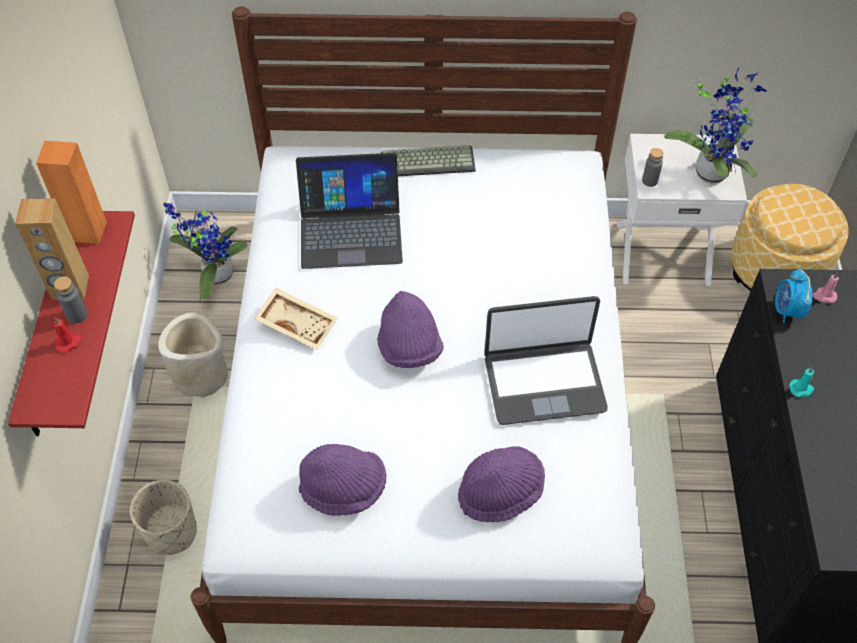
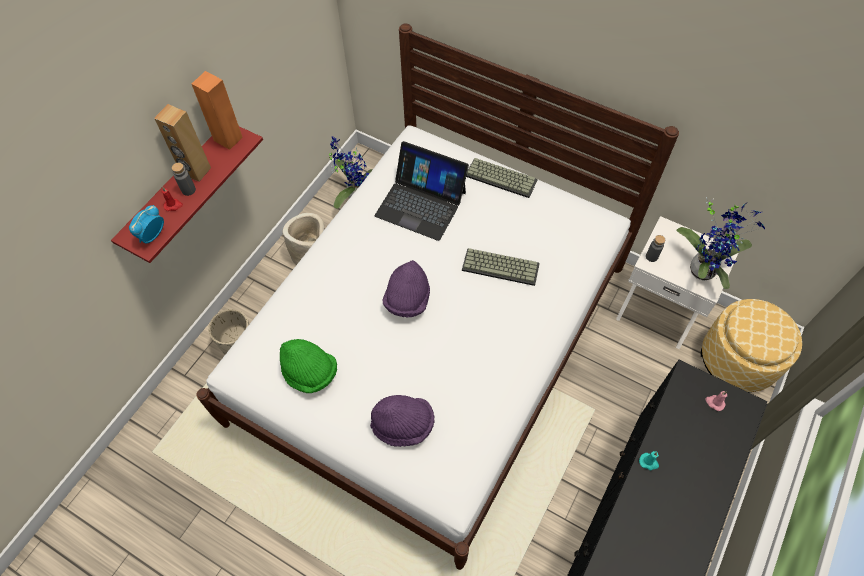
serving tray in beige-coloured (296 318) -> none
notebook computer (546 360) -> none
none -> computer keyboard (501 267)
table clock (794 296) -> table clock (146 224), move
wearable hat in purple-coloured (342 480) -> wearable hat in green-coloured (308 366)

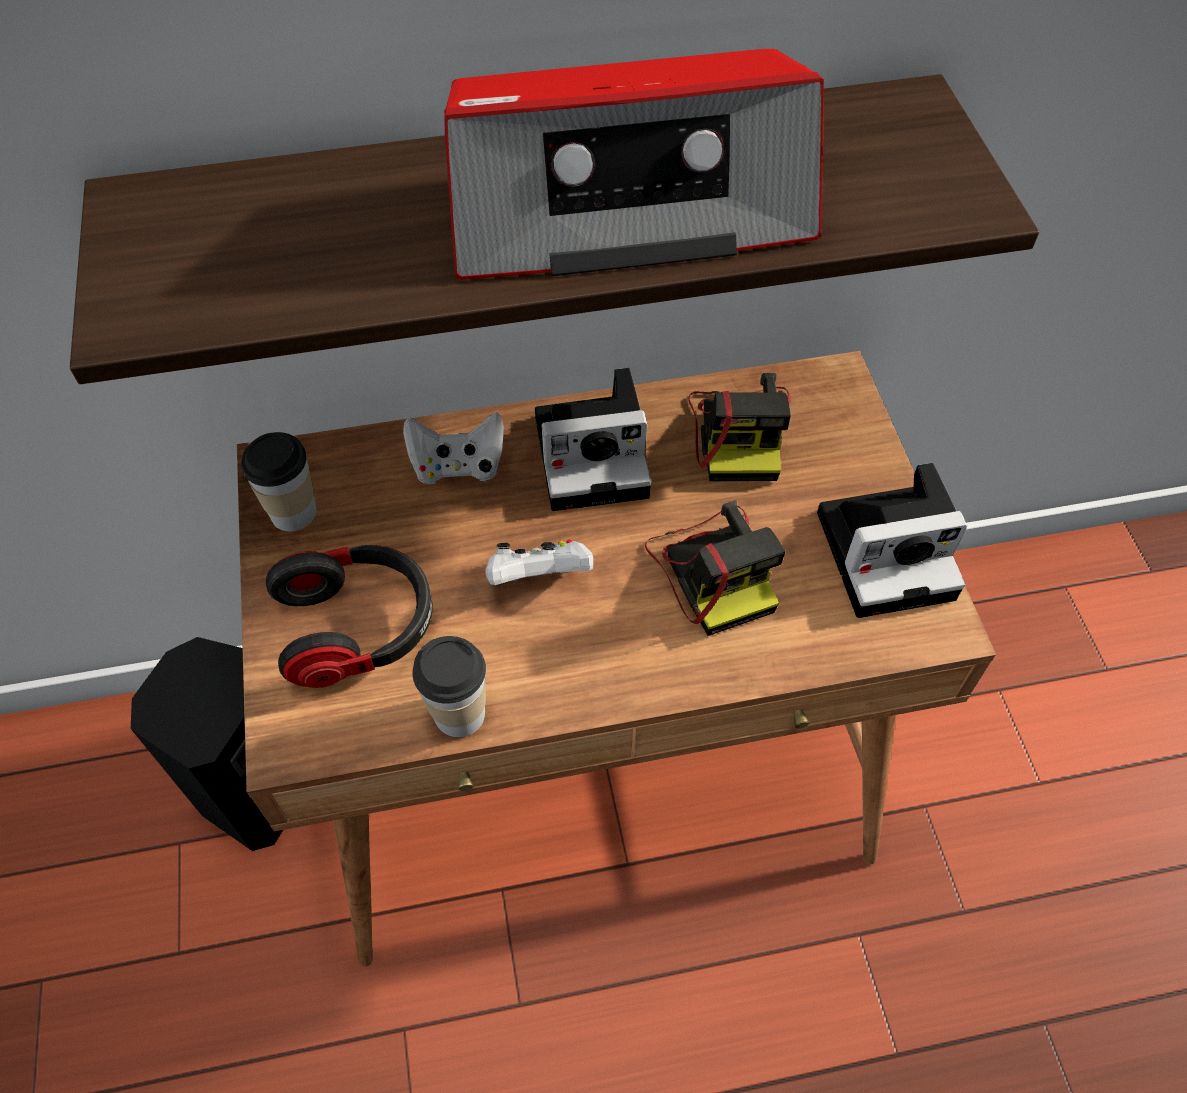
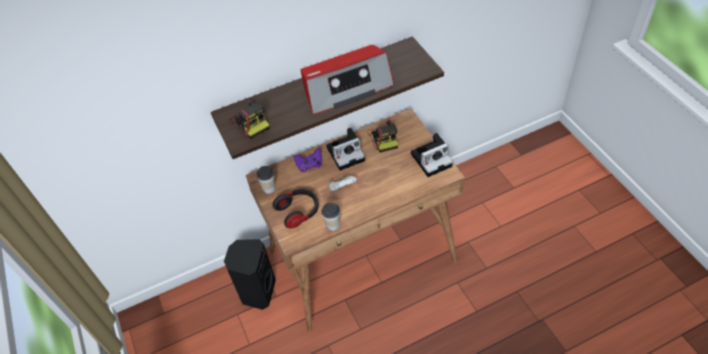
still camera (715 568) -> still camera (249 119), move
game controller in white (453 448) -> game controller in purple-coloured (308 160)

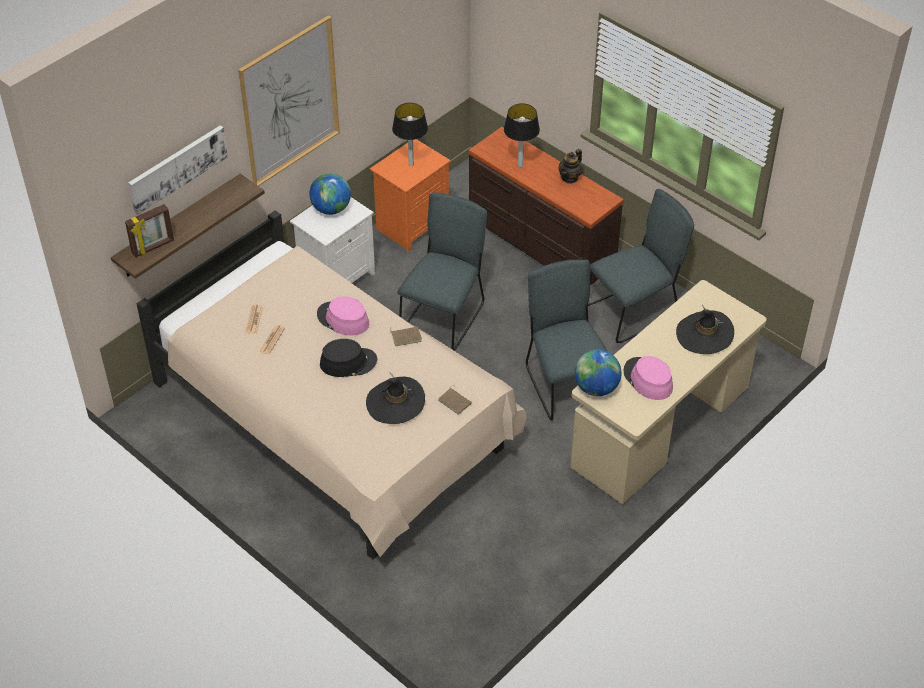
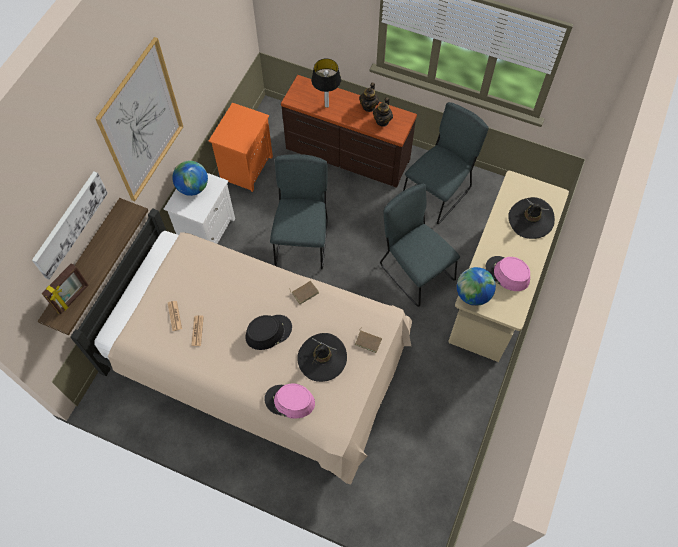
table lamp (410 134) -> none
none -> tea pot (383 112)
wearable hat in pinkish (343 316) -> wearable hat in pinkish (289 400), move

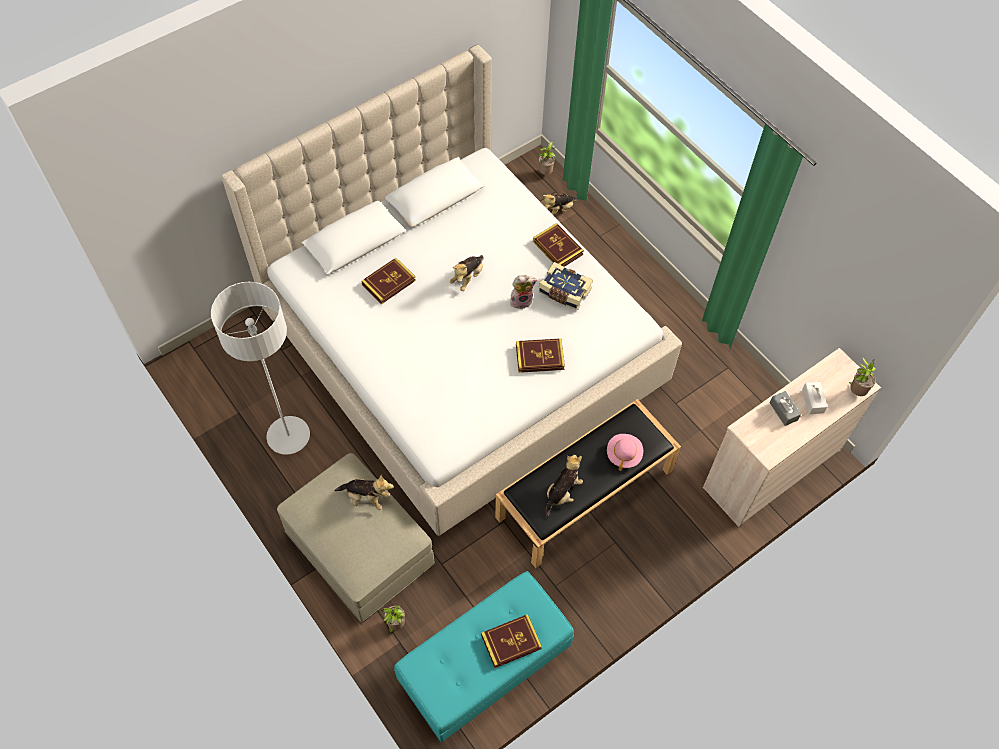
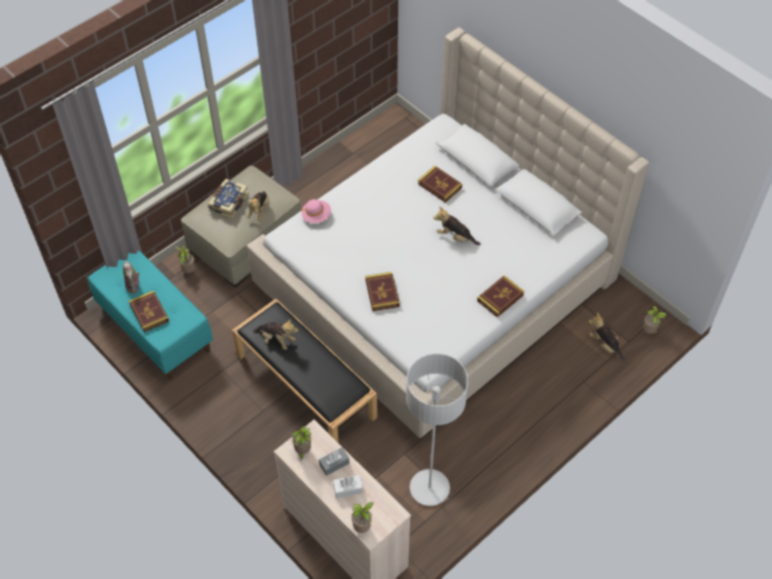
none -> houseplant (301 443)
standing lamp in greyish (260 368) -> standing lamp in greyish (437 429), move
soft toy (524 292) -> soft toy (131 277), move
bound book (565 286) -> bound book (228 199), move
wearable hat in pinkish (625 452) -> wearable hat in pinkish (316 211), move

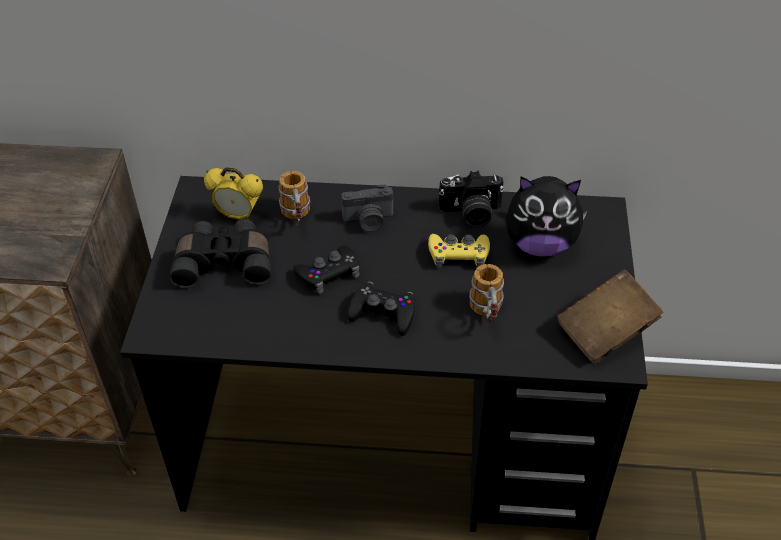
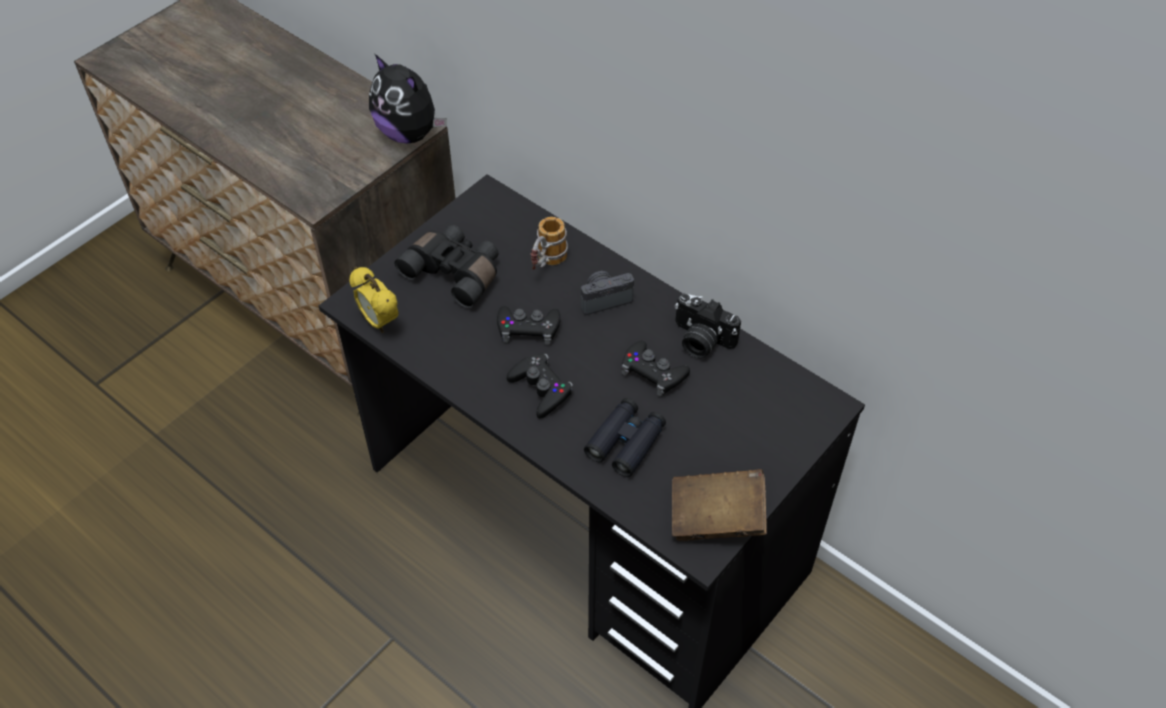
table clock (233 193) -> table clock (374 300), move
soft toy (546 216) -> soft toy (408 99), move
coffee mug (486 294) -> field glasses in black-coloured (625 437)
game controller in yellow-coloured (459 251) -> game controller in black-coloured (655 369)
still camera (367 208) -> still camera (607 293), 135 degrees clockwise

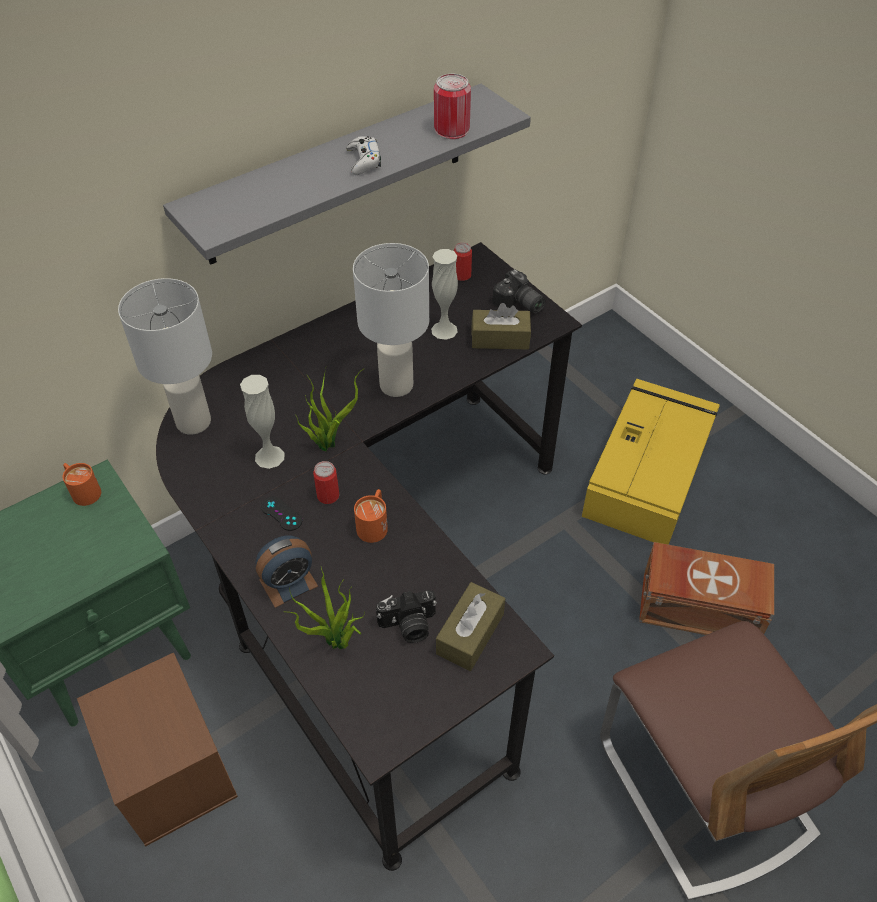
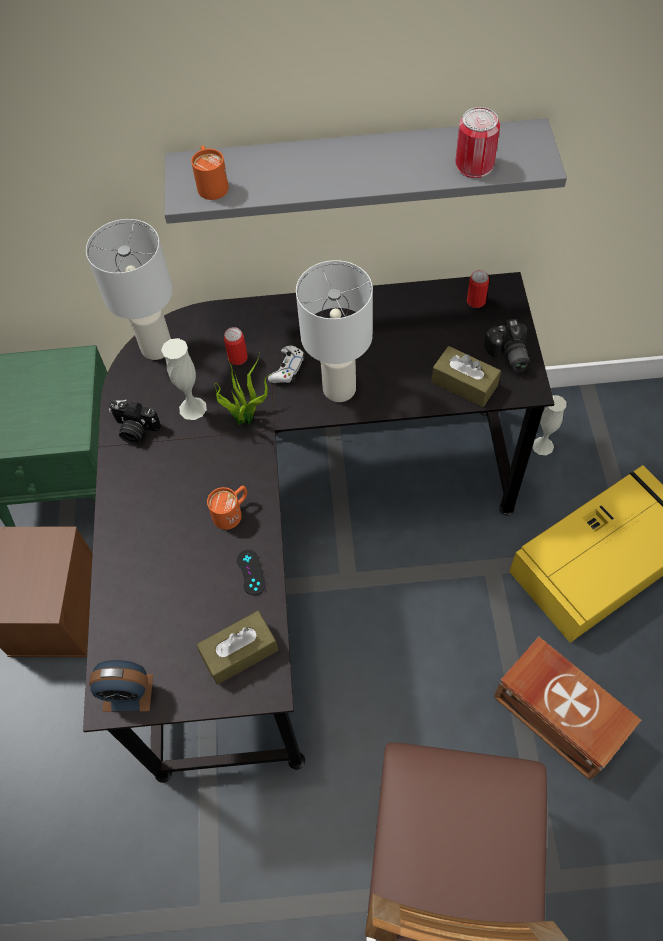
houseplant (327 608) -> none
coffee mug in orangey (82 484) -> coffee mug in orangey (210 172), move
table clock (287 571) -> table clock (121 686), move
game controller in black-coloured (281 514) -> game controller in black-coloured (251 572), move
metal can (326 482) -> metal can (236 346), move
game controller in white (363 155) -> game controller in white (286 364), move
still camera (406 616) -> still camera (135 422), move
flower vase in white (444 294) -> flower vase in white (549 425), move

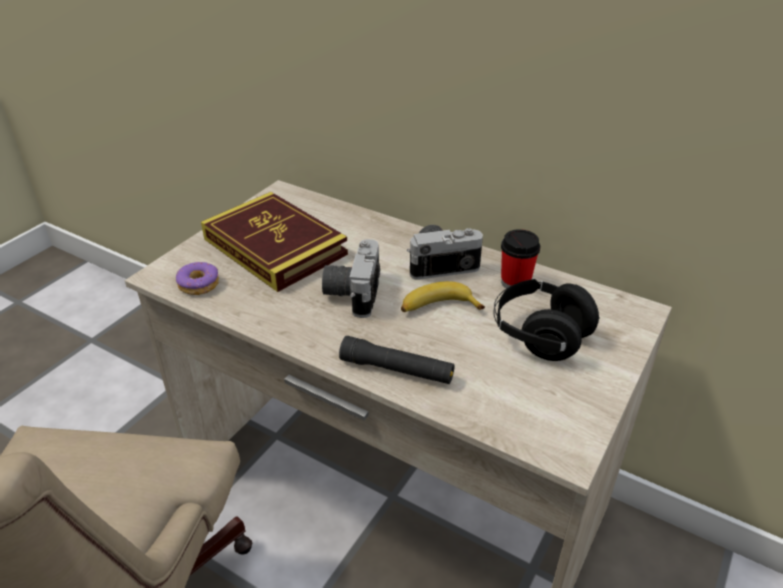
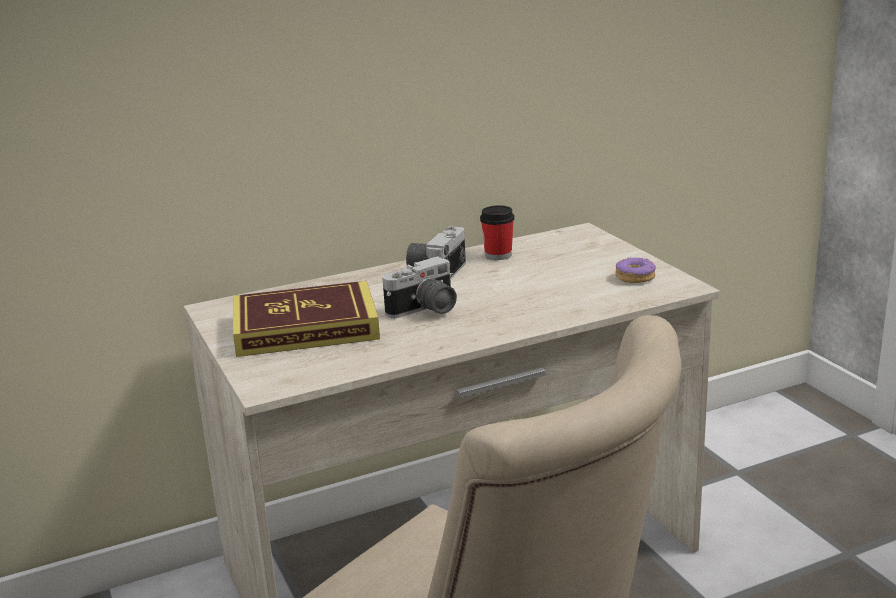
torch in black-coloured (397 360) -> none
whole banana (443 296) -> none
headset in black-coloured (547 320) -> none
doughnut (197 278) -> doughnut (635 270), move
still camera (351 278) -> still camera (419 287), 75 degrees counterclockwise

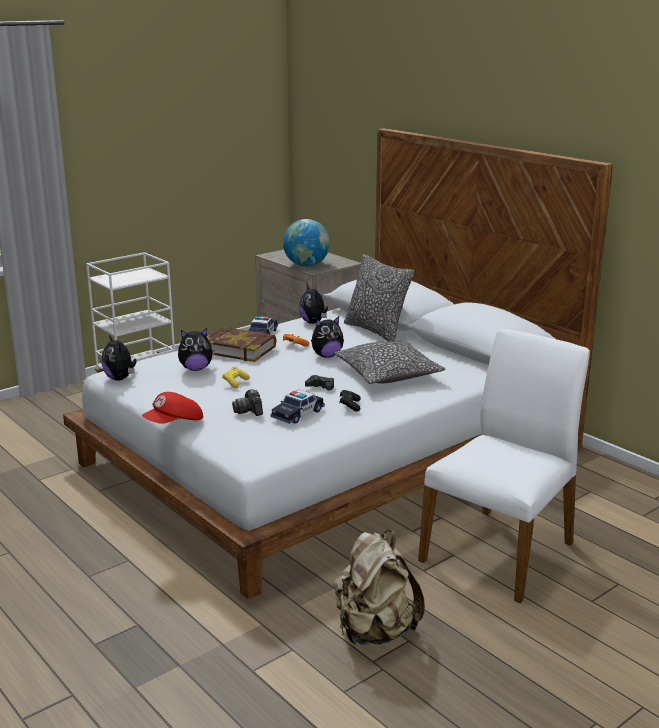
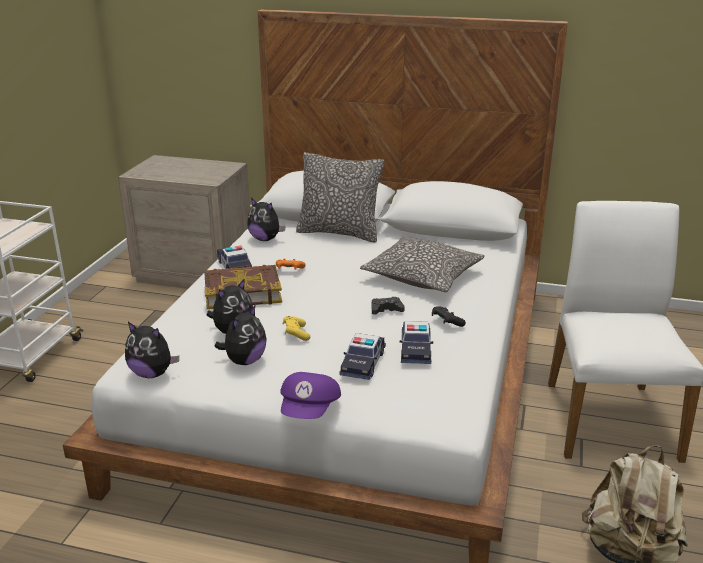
desk globe (306 243) -> none
soft toy (327 337) -> soft toy (241 334), move
still camera (247 402) -> miniature car (362 356)
peaked cap in red (172 408) -> peaked cap in purple-coloured (310 395)

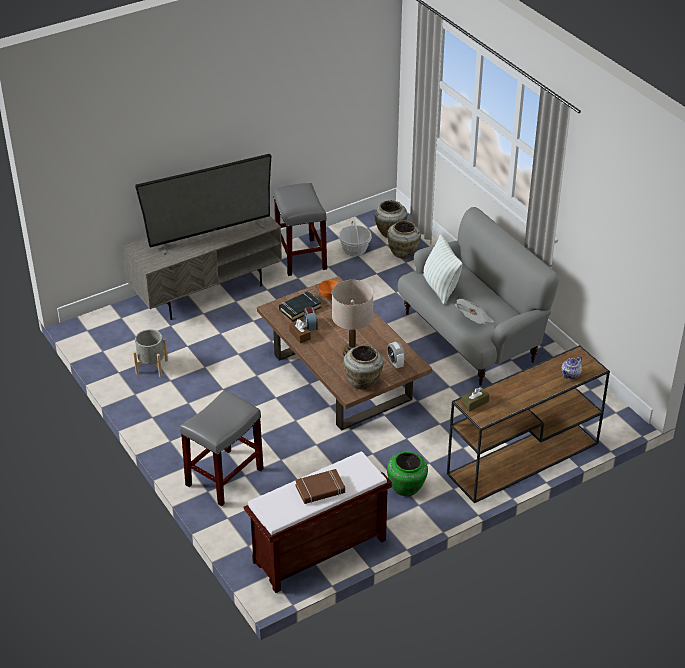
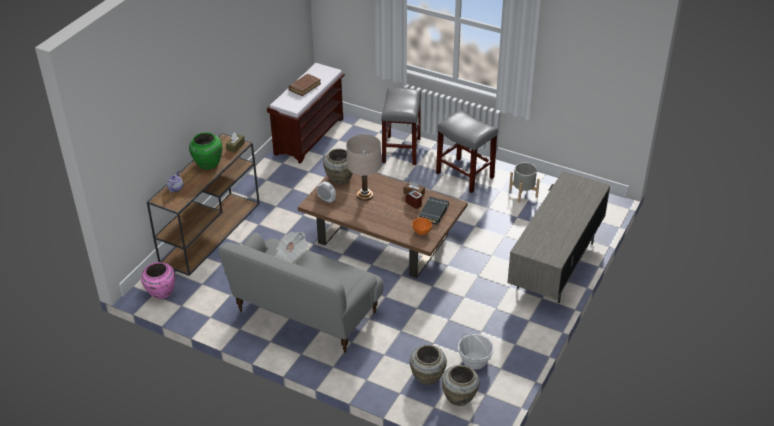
TV (203 204) -> none
pillow (443 270) -> none
none -> flower vase in pinkish (158 280)
stool in greyish (300 229) -> stool in greyish (467 151), move
flower vase in green-coloured (407 474) -> flower vase in green-coloured (205 151), move

